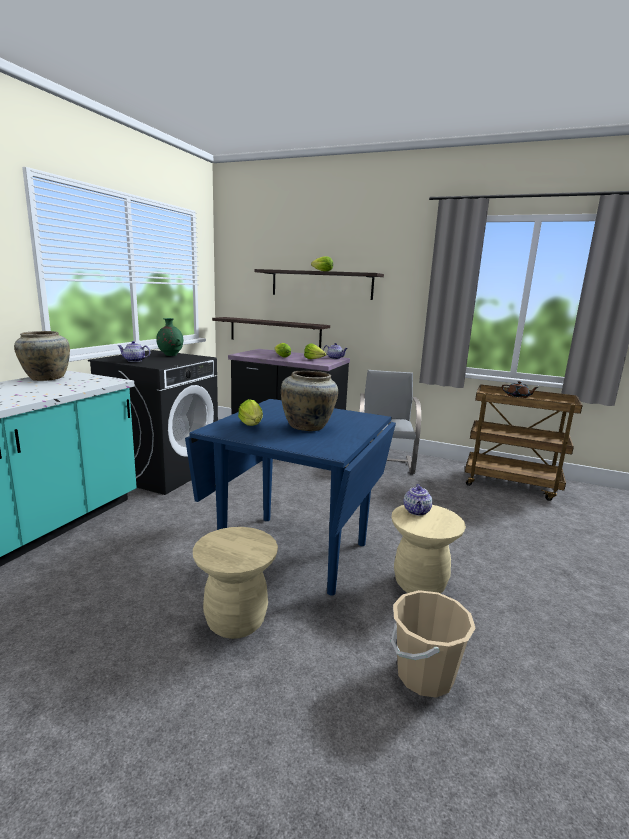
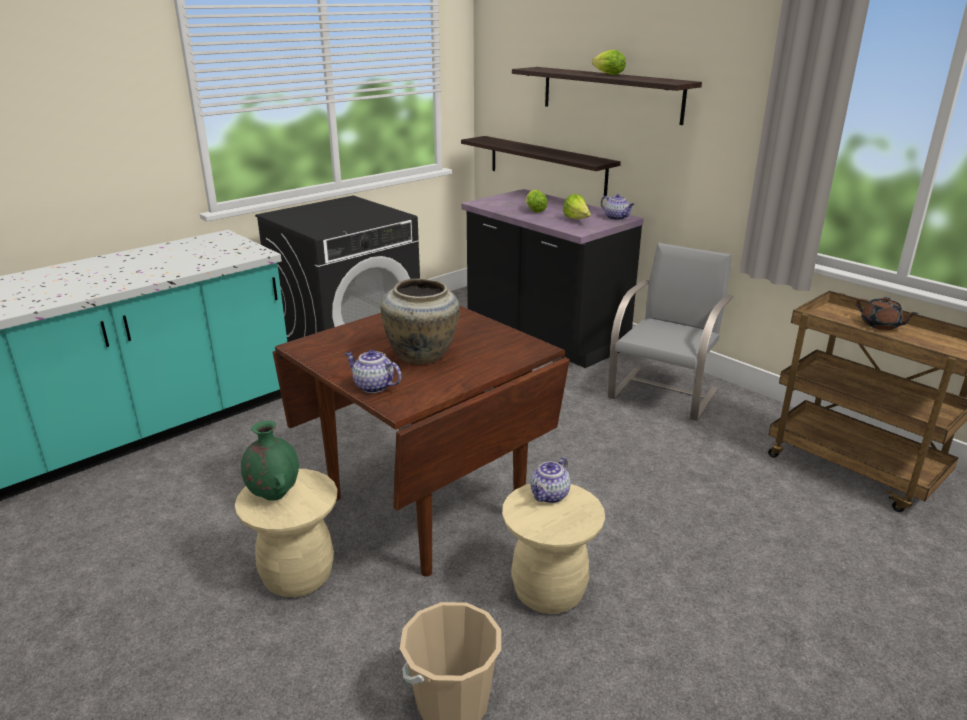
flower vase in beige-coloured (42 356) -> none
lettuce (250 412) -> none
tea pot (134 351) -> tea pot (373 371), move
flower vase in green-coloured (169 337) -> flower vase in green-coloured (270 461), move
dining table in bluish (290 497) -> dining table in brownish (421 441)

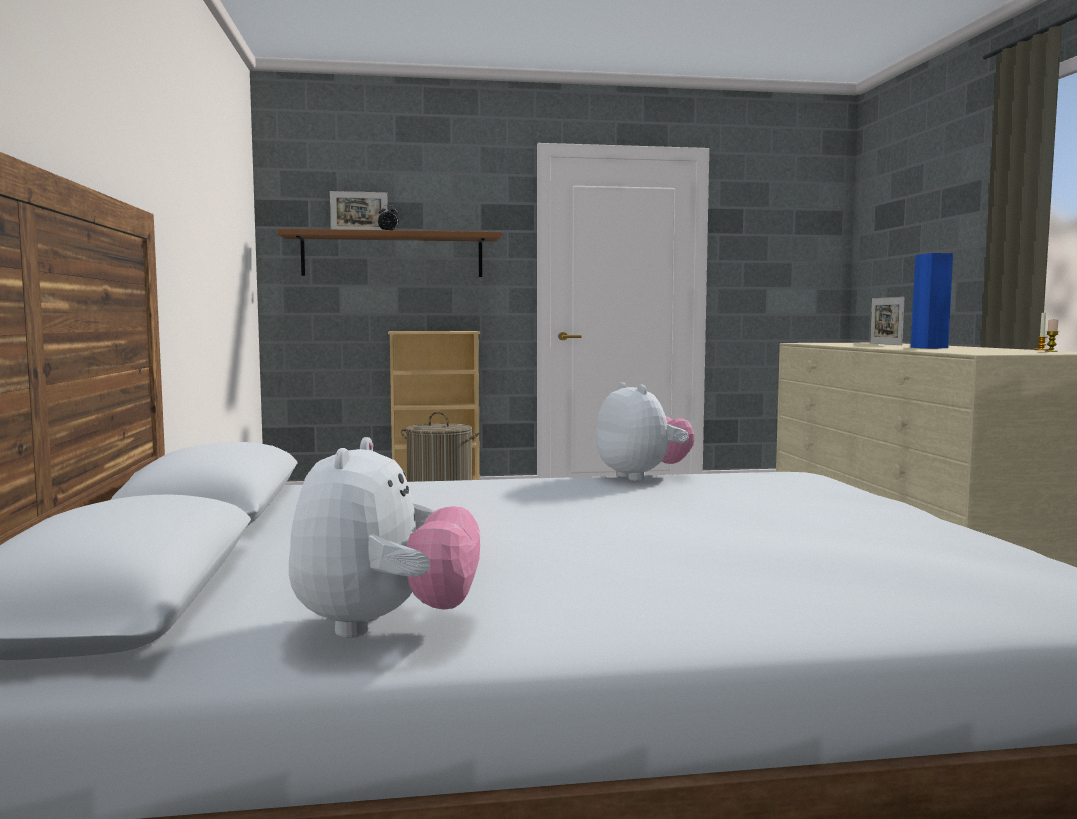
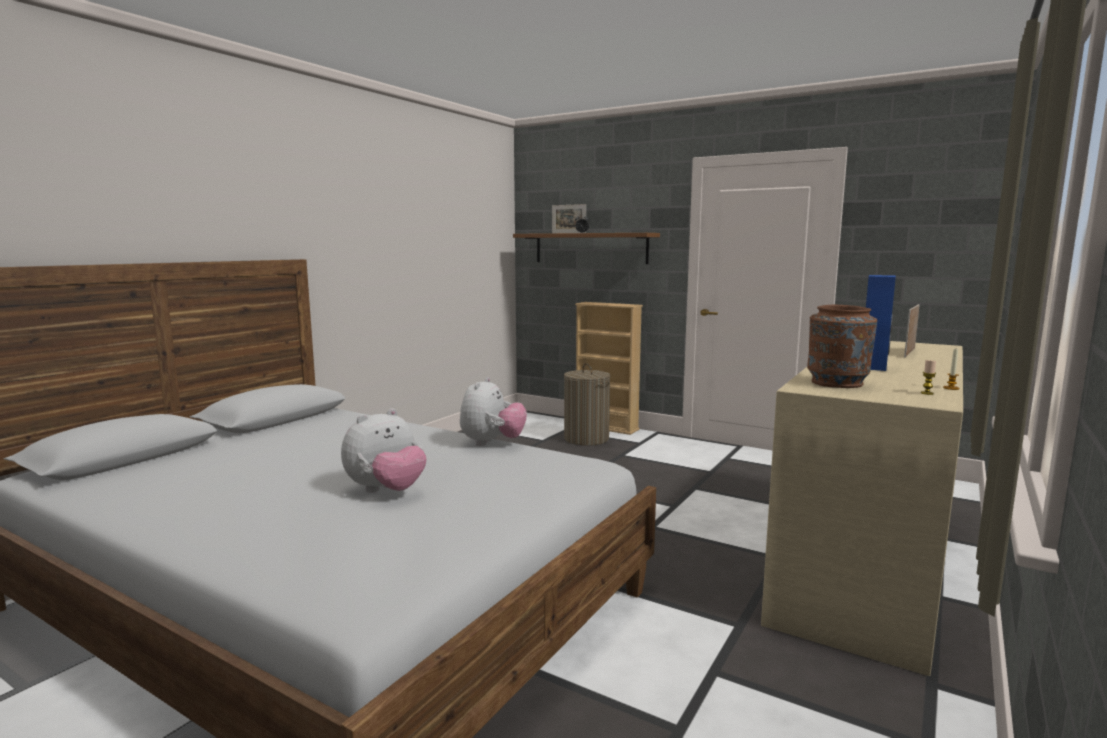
none -> flower vase in brownish (842 346)
soft toy (384 537) -> soft toy (384 451), move

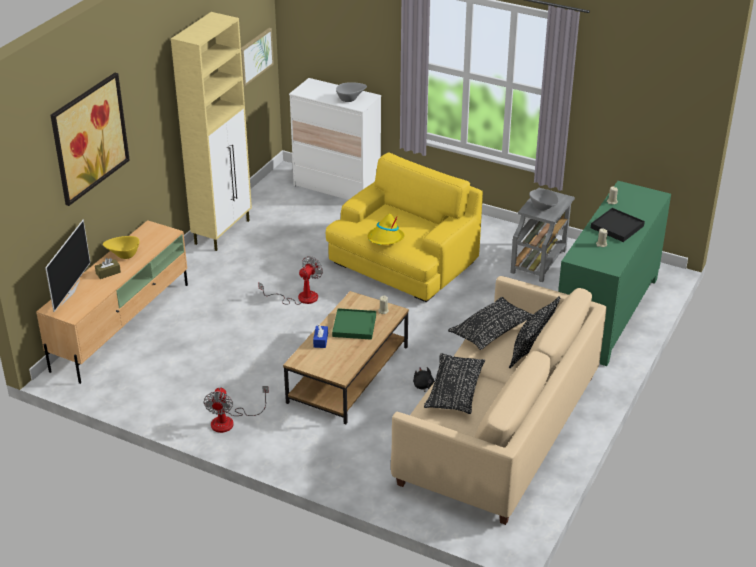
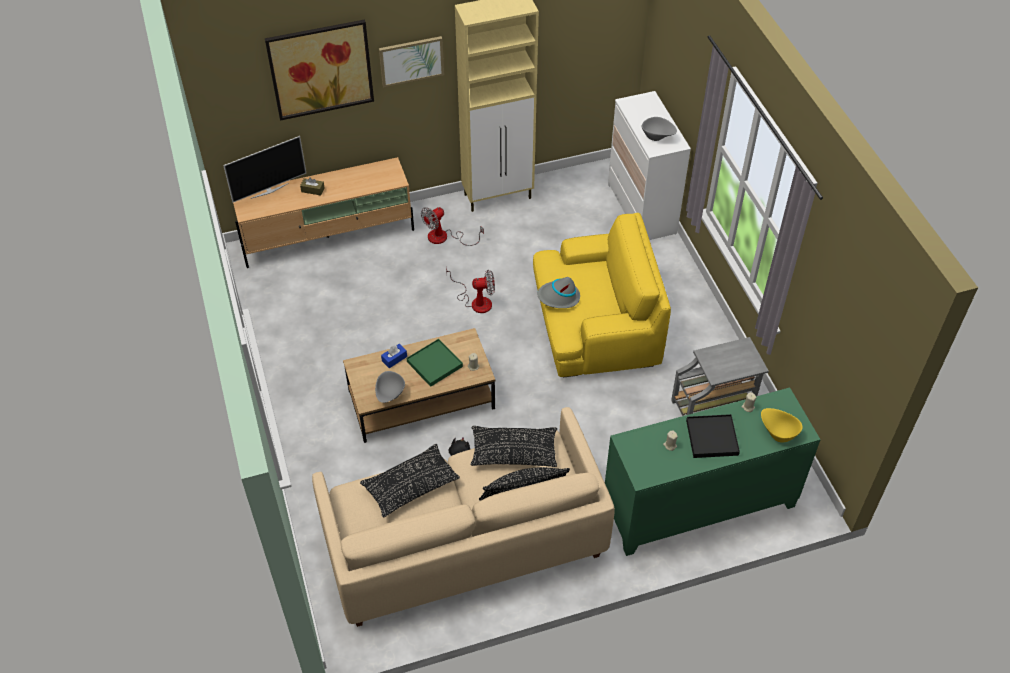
serving bowl in yellow-coloured (121 247) -> serving bowl in yellow-coloured (782 425), move
fan (236 409) -> fan (452 226), move
picture (257 57) -> picture (411 61), move
serving bowl in greyish (544 199) -> serving bowl in greyish (390 387), move
wearable hat in yellow-coloured (386 229) -> wearable hat in greyish (558 292)

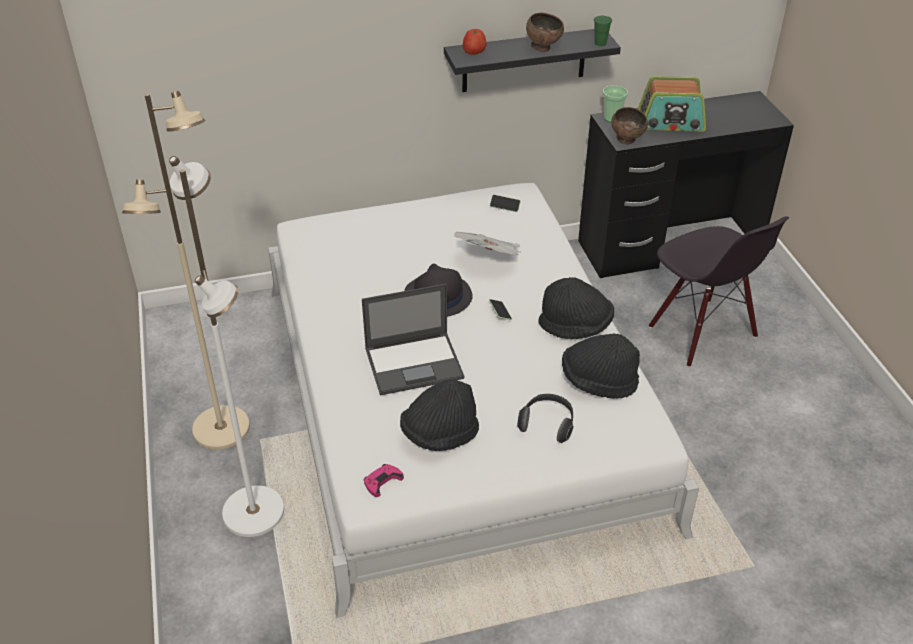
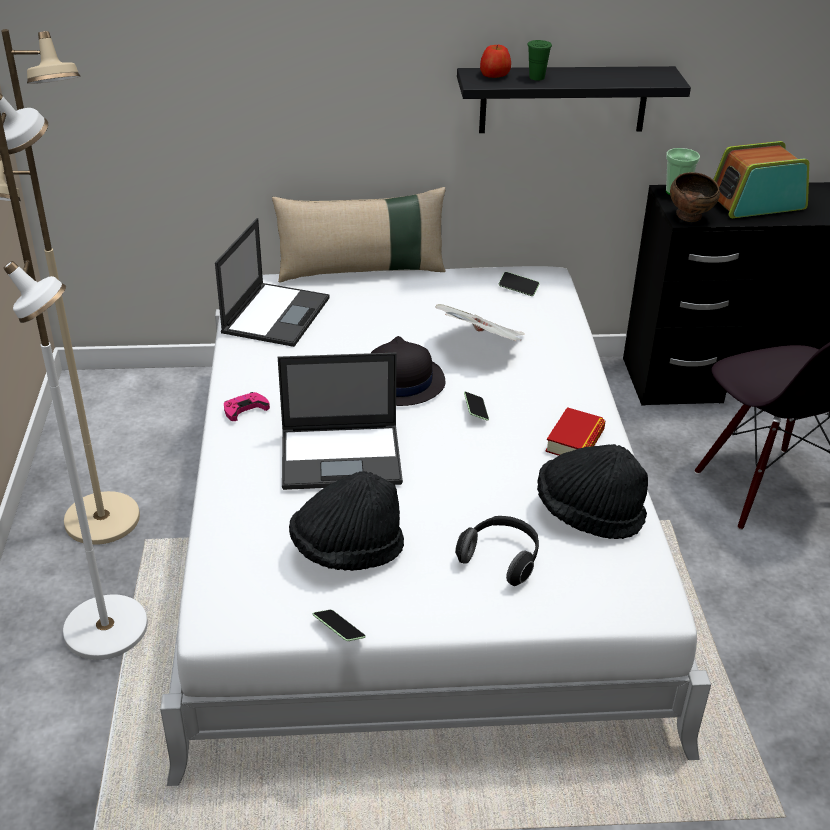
serving bowl in brownish (545 32) -> none
none -> notebook computer (272 282)
none -> pillow in beige-coloured (359 235)
none -> phone (339 625)
game controller in pinkish (384 480) -> game controller in pinkish (247 406), move
small cup in green-coloured (603 31) -> small cup in green-coloured (539 60), move
wearable hat in black-coloured (576 308) -> bound book (575 431)
radio set (672 103) -> radio set (761 179), 150 degrees clockwise

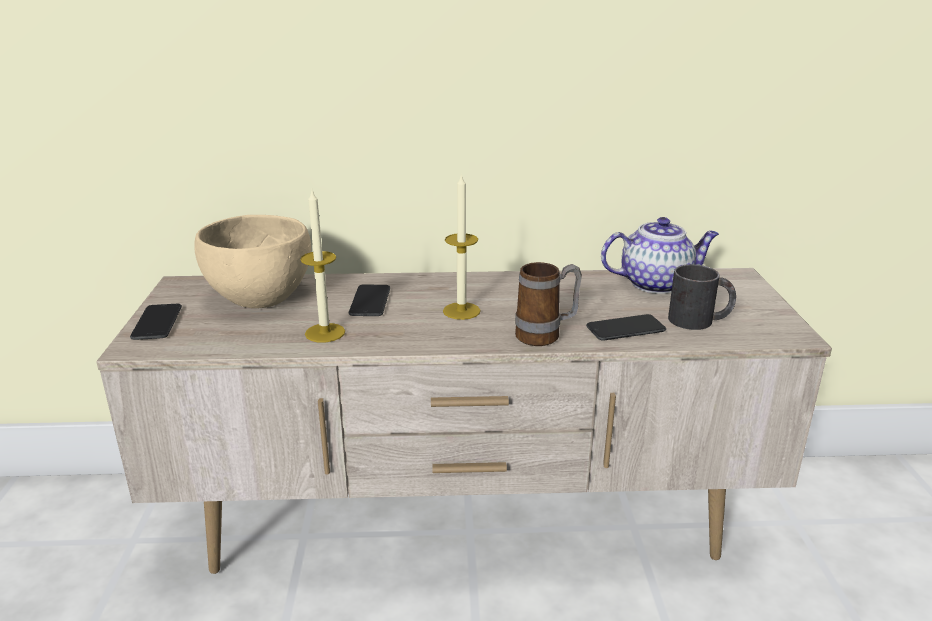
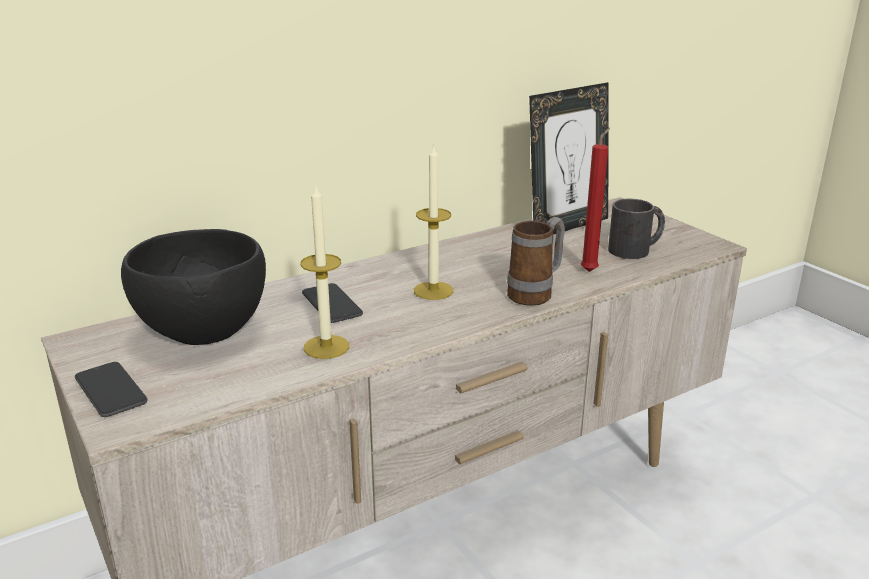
phone (626 327) -> wax candle in red (595 200)
tea pot (660 255) -> standing frame (569 158)
serving bowl in beige-coloured (252 261) -> serving bowl in black-coloured (193 287)

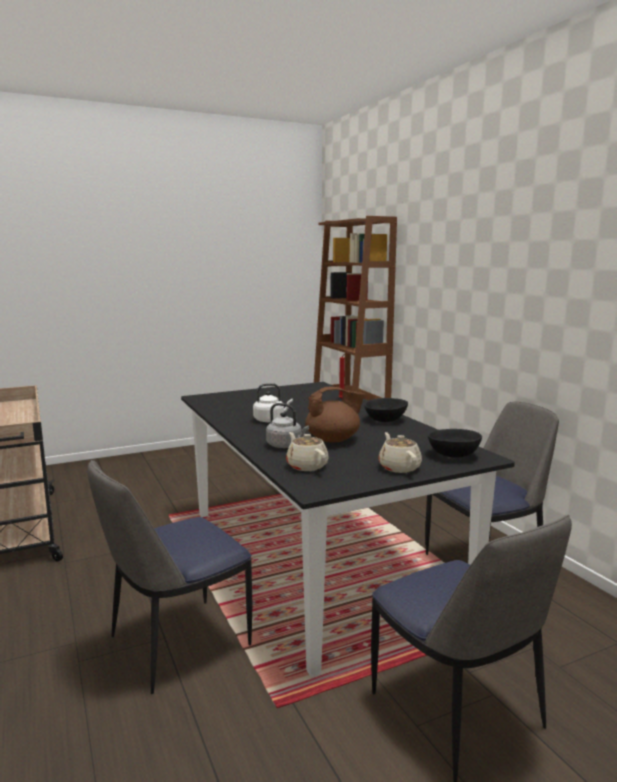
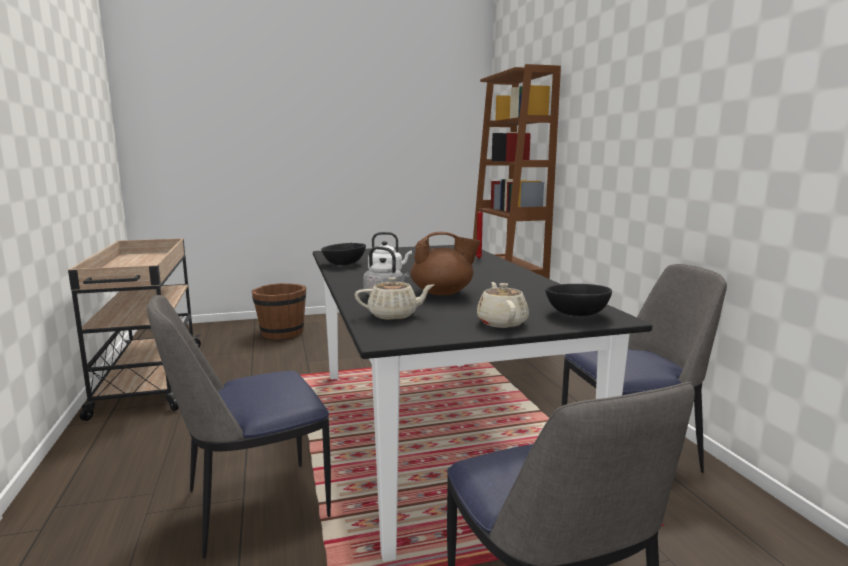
none -> pail in brownish (279 311)
serving bowl in black-coloured (386 410) -> serving bowl in black-coloured (343 254), move
tea pot in beige-coloured (307 451) -> tea pot in beige-coloured (394 298), 105 degrees clockwise

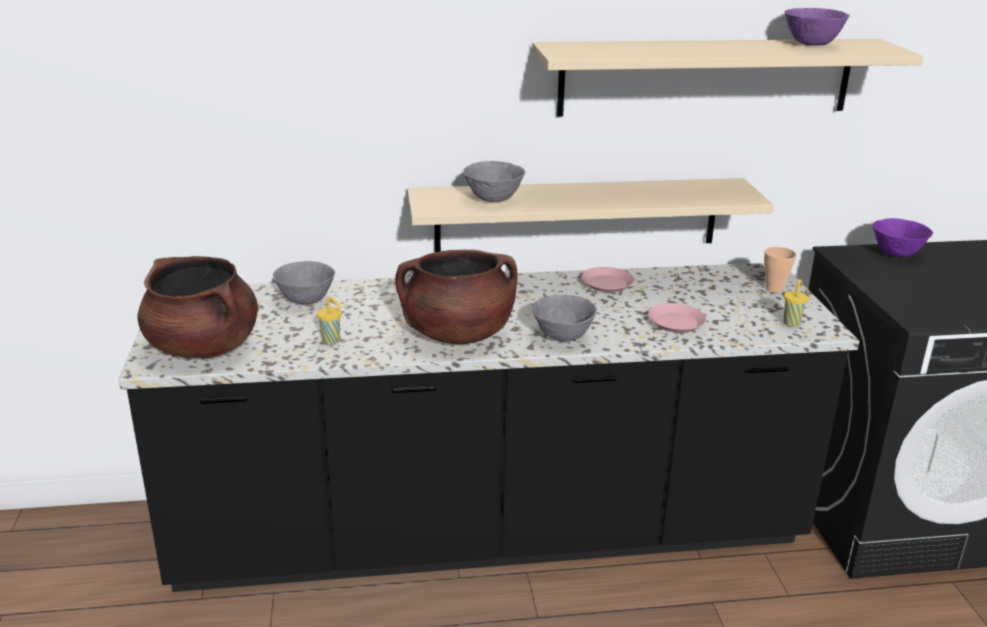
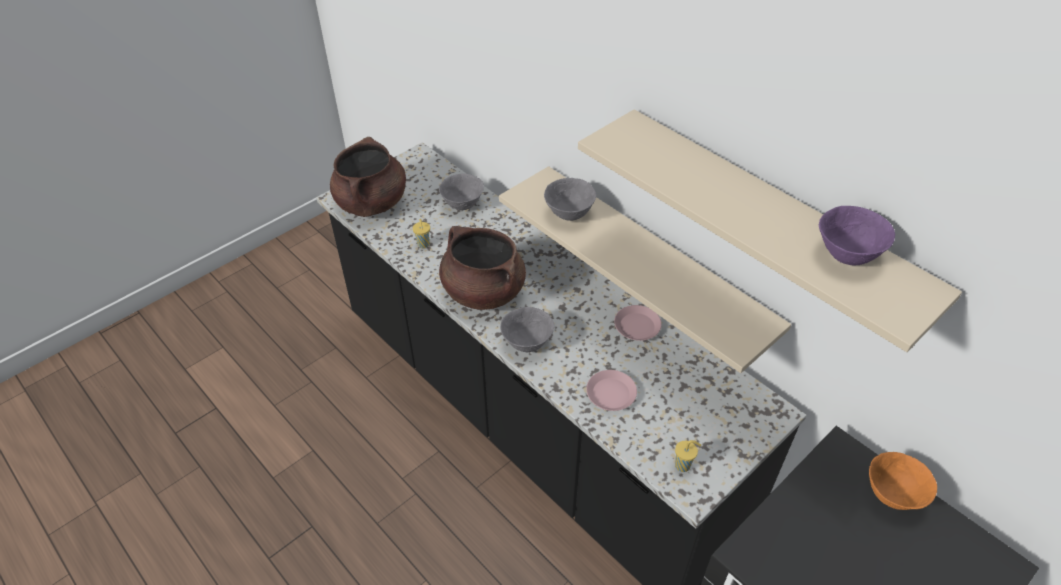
small cup (780 270) -> none
serving bowl in purple-coloured (903 237) -> serving bowl in orangey (903 481)

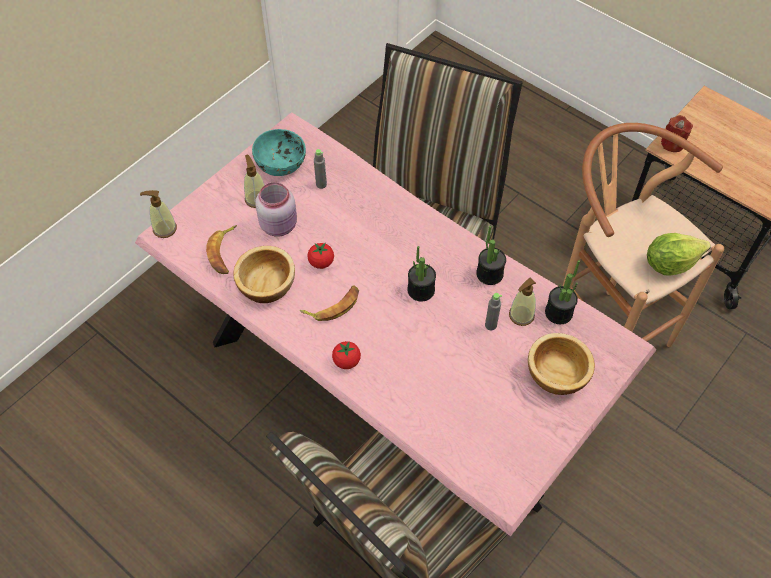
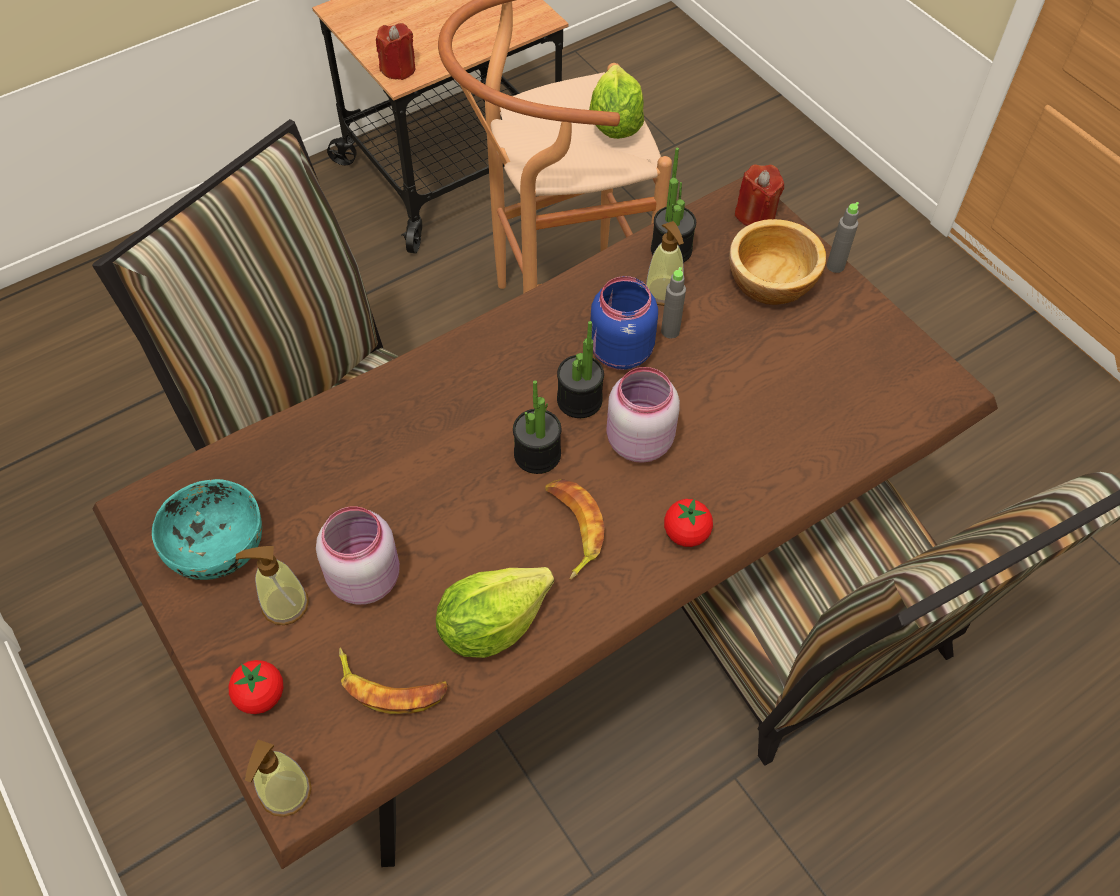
none -> storage jar in bluish (624 323)
none -> storage jar in pinkish (643 415)
none -> wax candle in red (759 195)
tomato (320 256) -> tomato (256 687), move
beverage bottle in greyish (320 169) -> beverage bottle in greyish (843 237), move
houseplant (491 255) -> houseplant (537 427), move
serving bowl (264 274) -> lettuce (495 612)
dining table in pinkish (395 324) -> dining table in brownish (545 522)

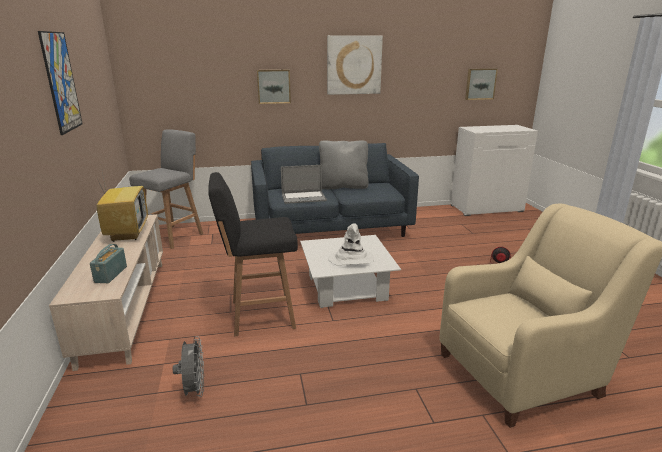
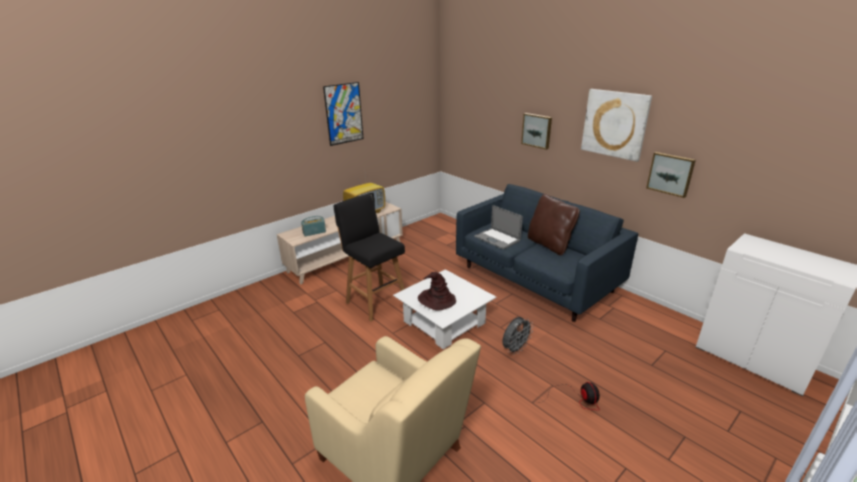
stool in greyish (166 189) -> none
fan in greyish (188 366) -> fan in greyish (518 336), move
picture (481 84) -> picture (671 175), move
pillow in greyish (343 164) -> pillow in brownish (554 224)
wearable hat in white (351 244) -> wearable hat in brownish (437 291)

